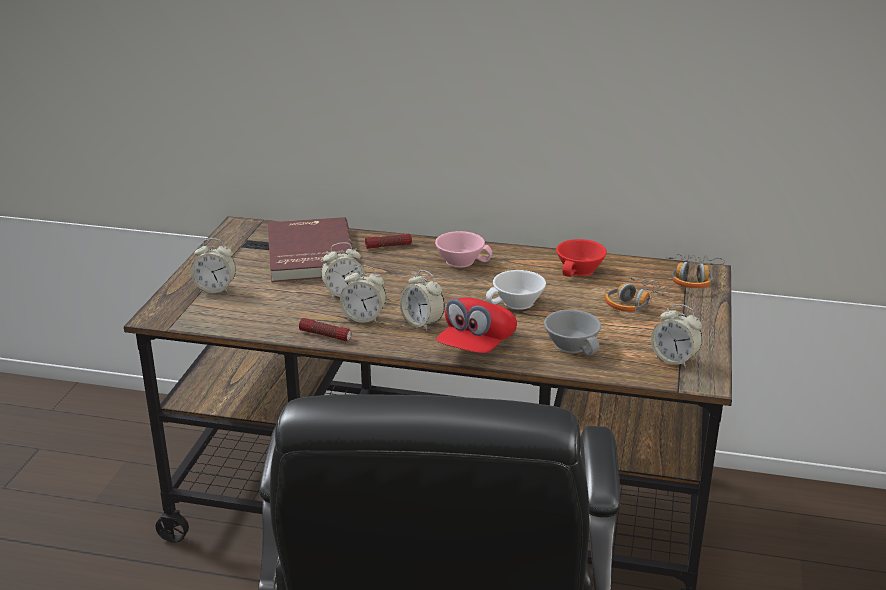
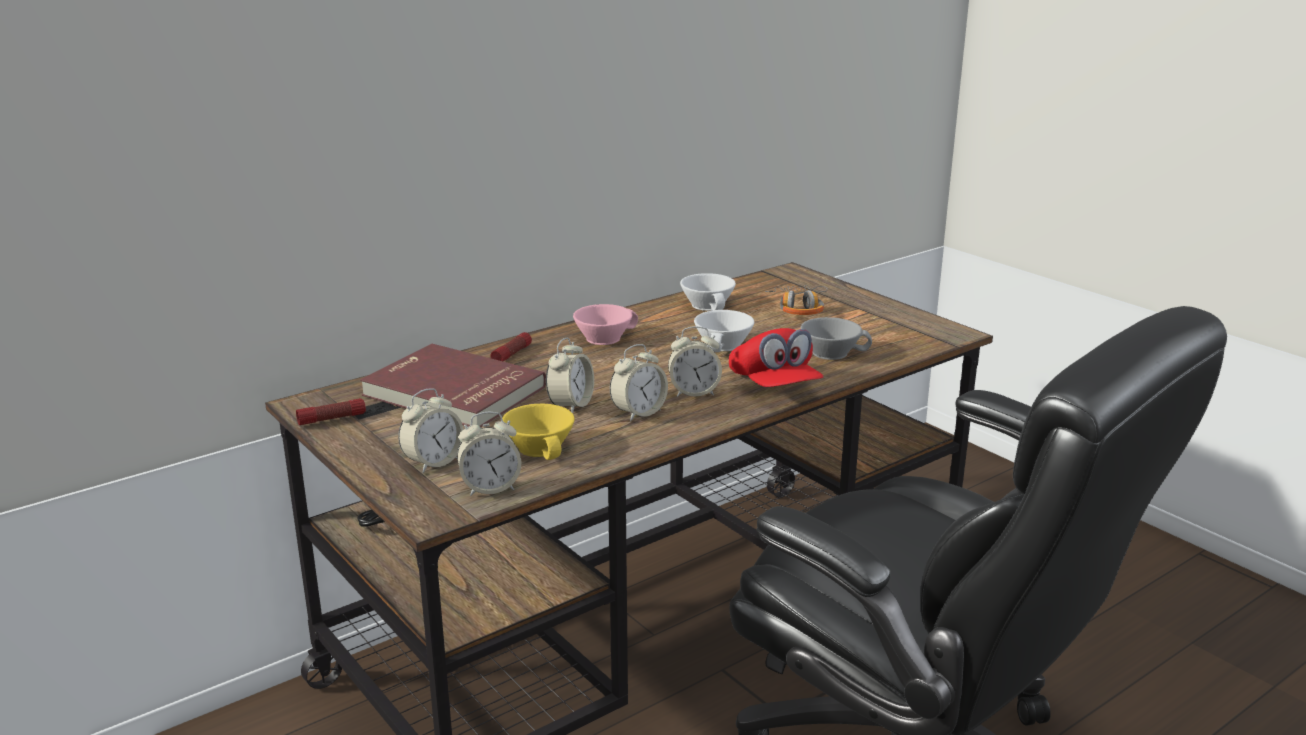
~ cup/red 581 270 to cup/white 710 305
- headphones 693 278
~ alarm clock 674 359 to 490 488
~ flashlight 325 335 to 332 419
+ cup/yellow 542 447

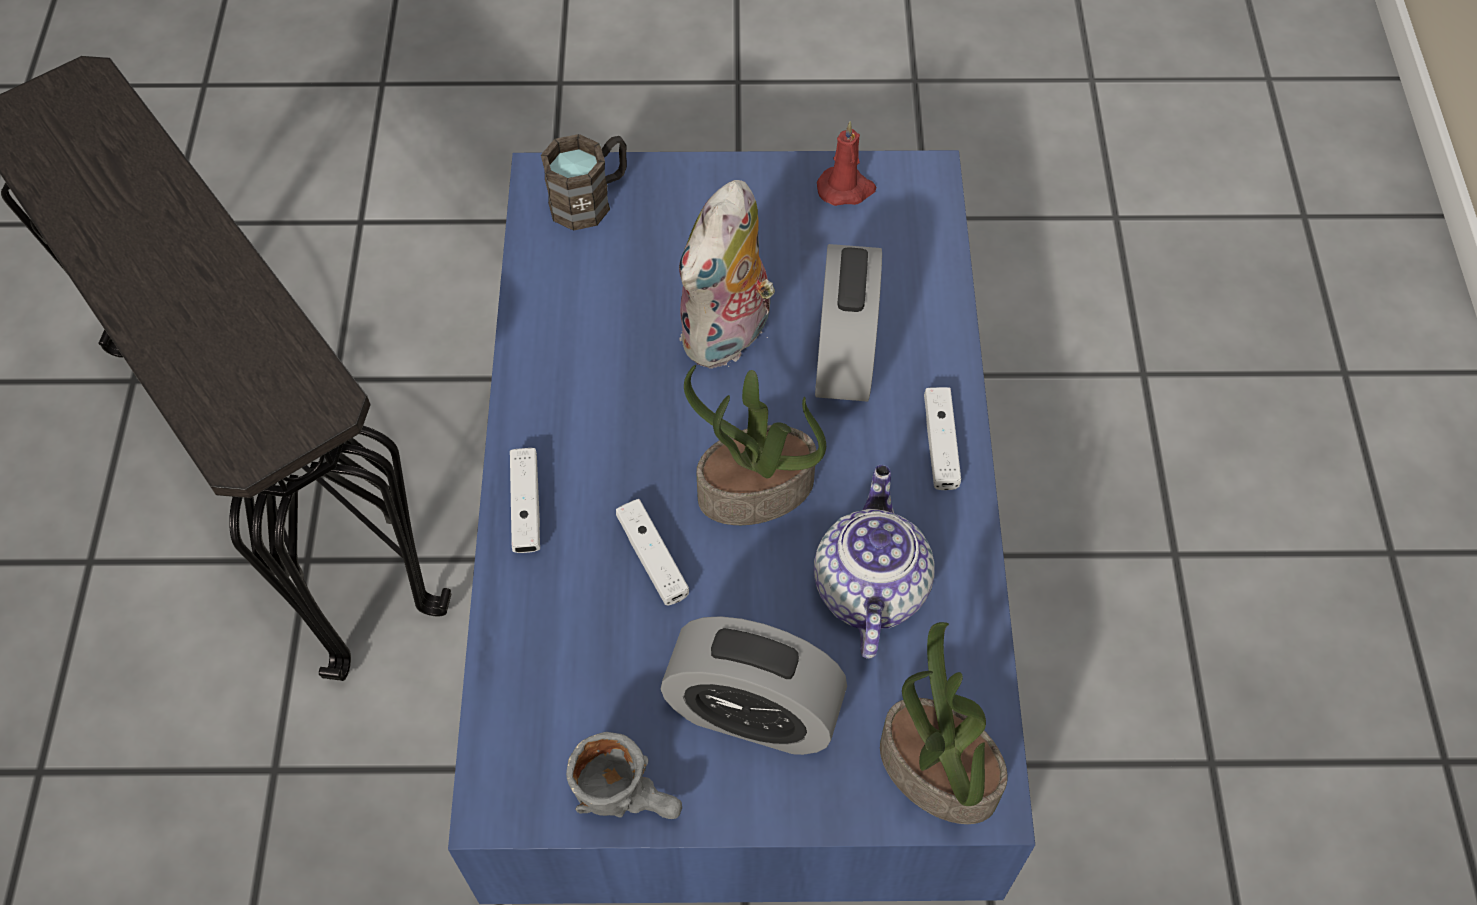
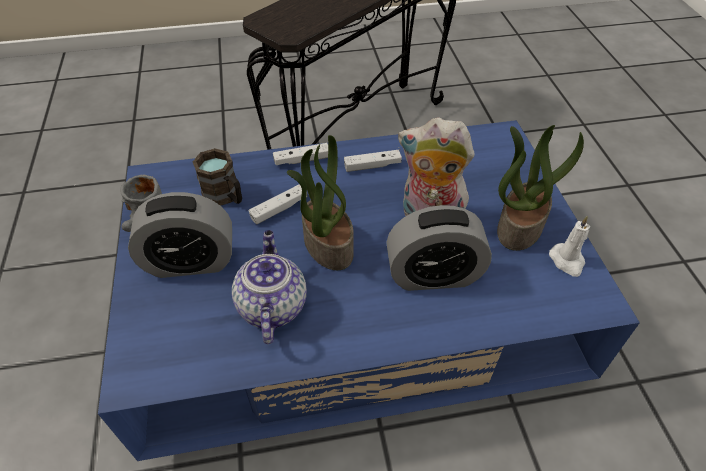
~ candle/red 846 189 to candle/white 567 261
~ mug/brown 591 199 to 225 197
~ game controller/white 940 444 to 372 166
~ teapot 868 586 = 271 305 90 degrees counterclockwise
~ alarm clock 753 712 = 190 262 105 degrees counterclockwise
~ potted plant 935 772 to 519 226

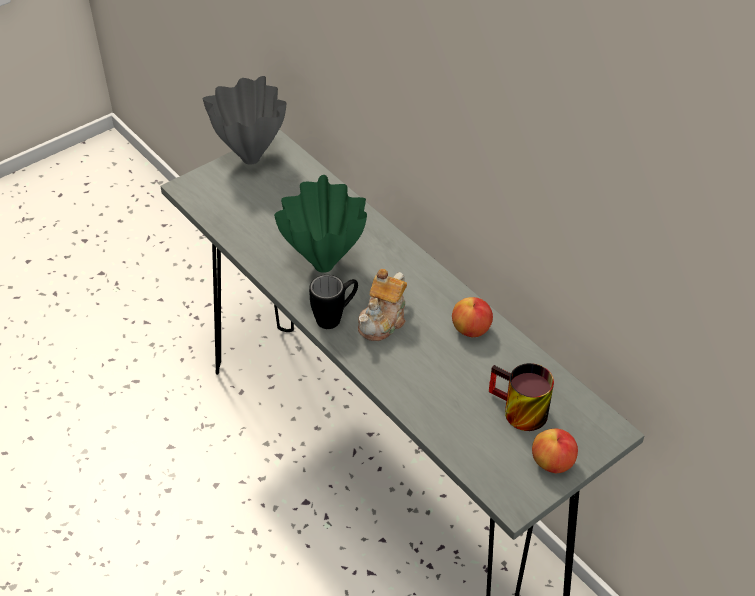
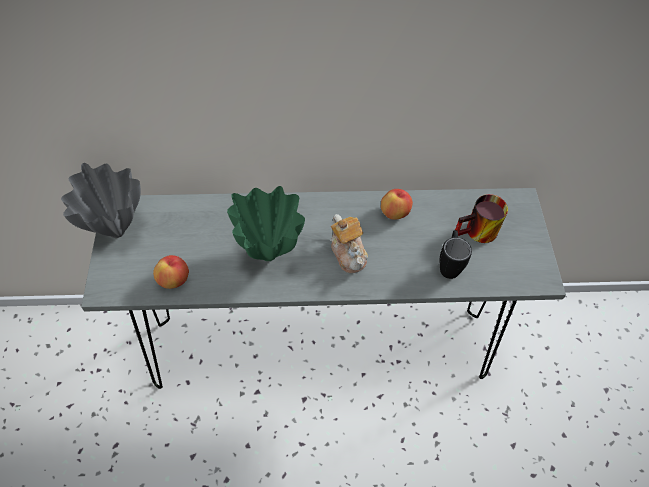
~ mug/black 335 317 to 449 264
~ apple 552 462 to 174 279

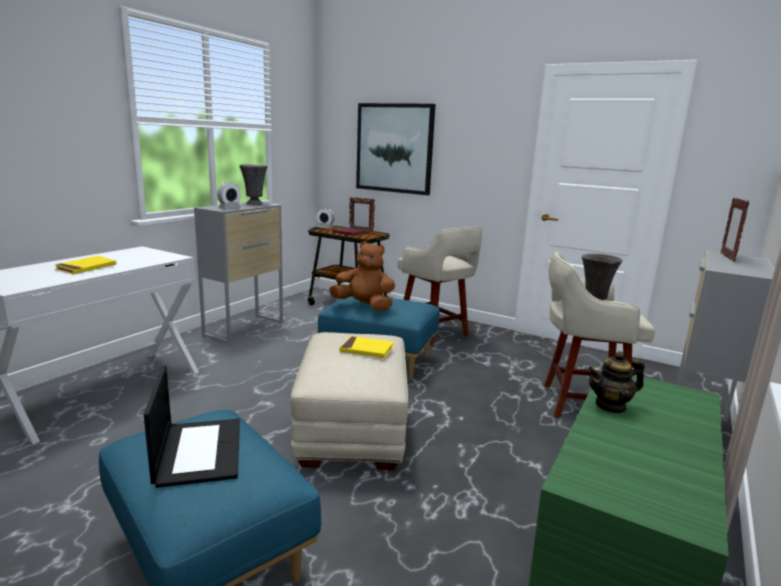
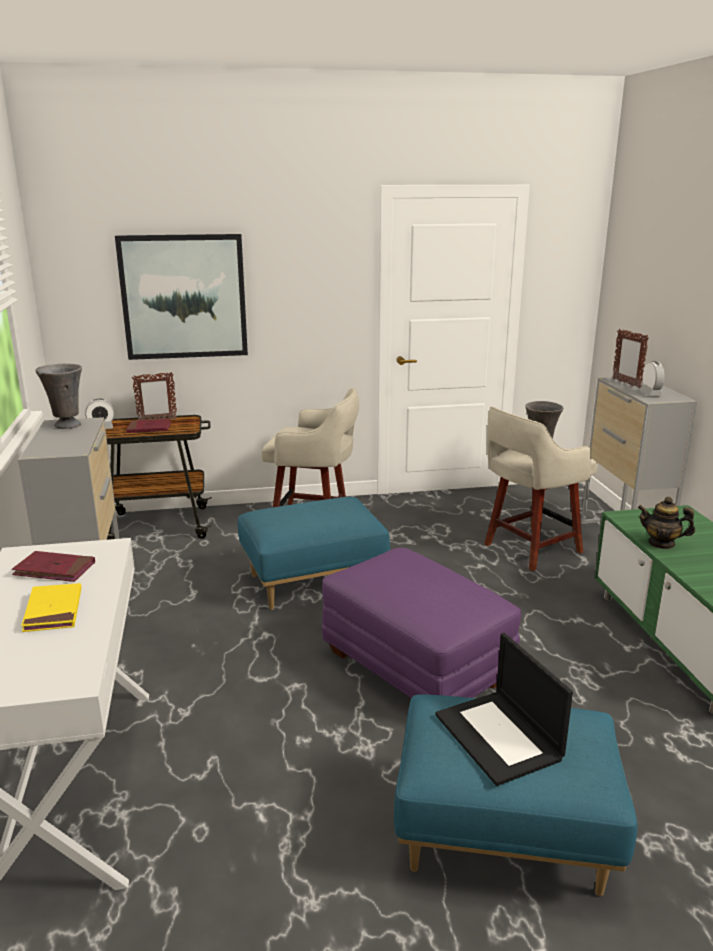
~ alarm clock 229 208 to 650 394
- plush toy/brown 364 306
~ ottoman/beige 352 429 to ottoman/purple 415 666
- book/yellow 367 349
~ teapot 611 406 = 661 543 75 degrees clockwise
~ laptop 198 451 = 499 737 150 degrees counterclockwise
+ book/red 54 570

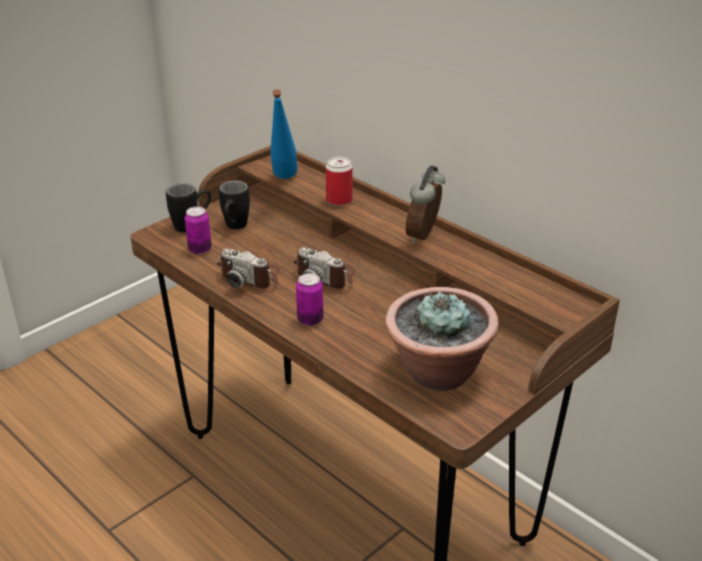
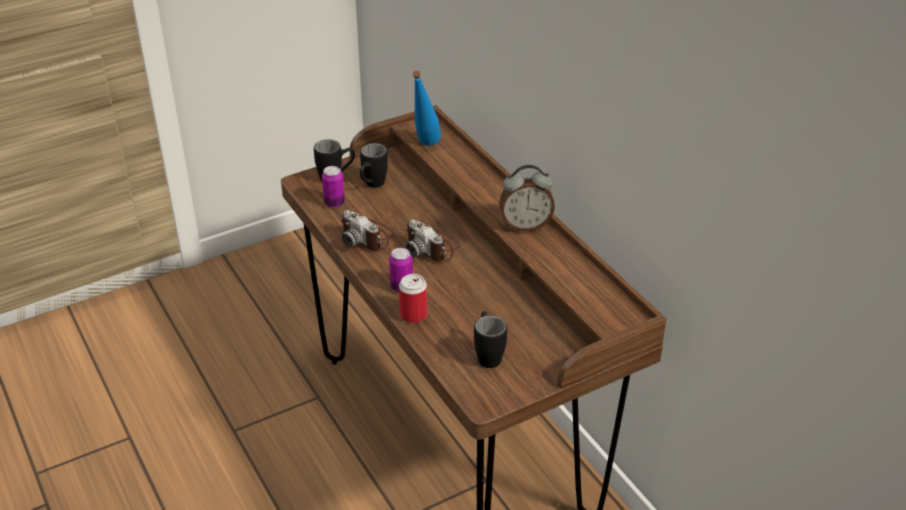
~ can 339 200 to 413 315
~ alarm clock 424 236 = 525 225 135 degrees counterclockwise
~ potted plant 438 373 to mug/black 487 354

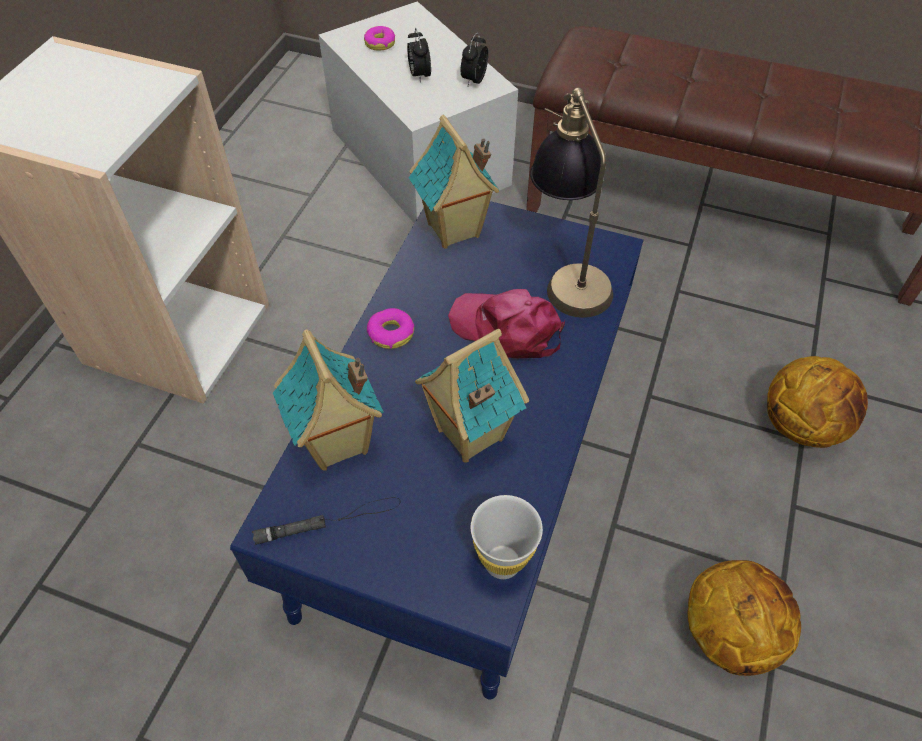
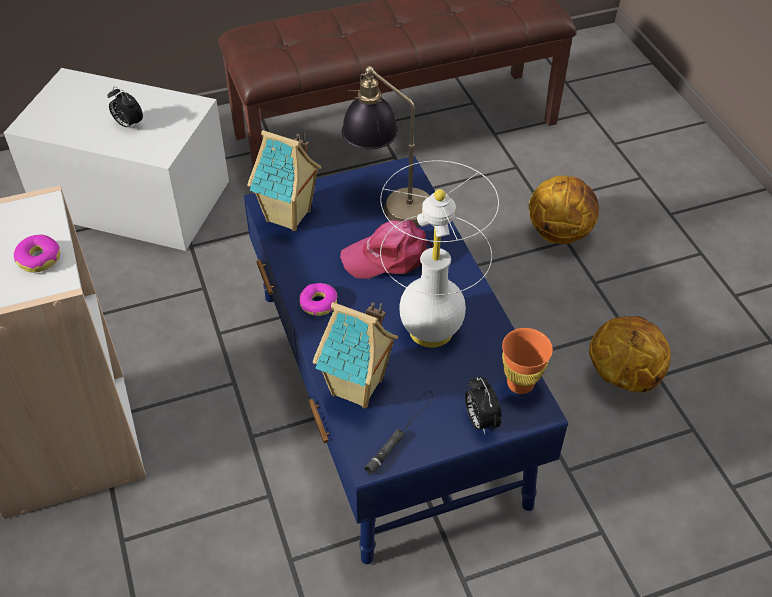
~ donut 380 43 to 39 258
~ alarm clock 473 80 to 480 421
~ toy house 468 434 to table lamp/white 430 331
~ cup/white 502 562 to cup/orange 520 384

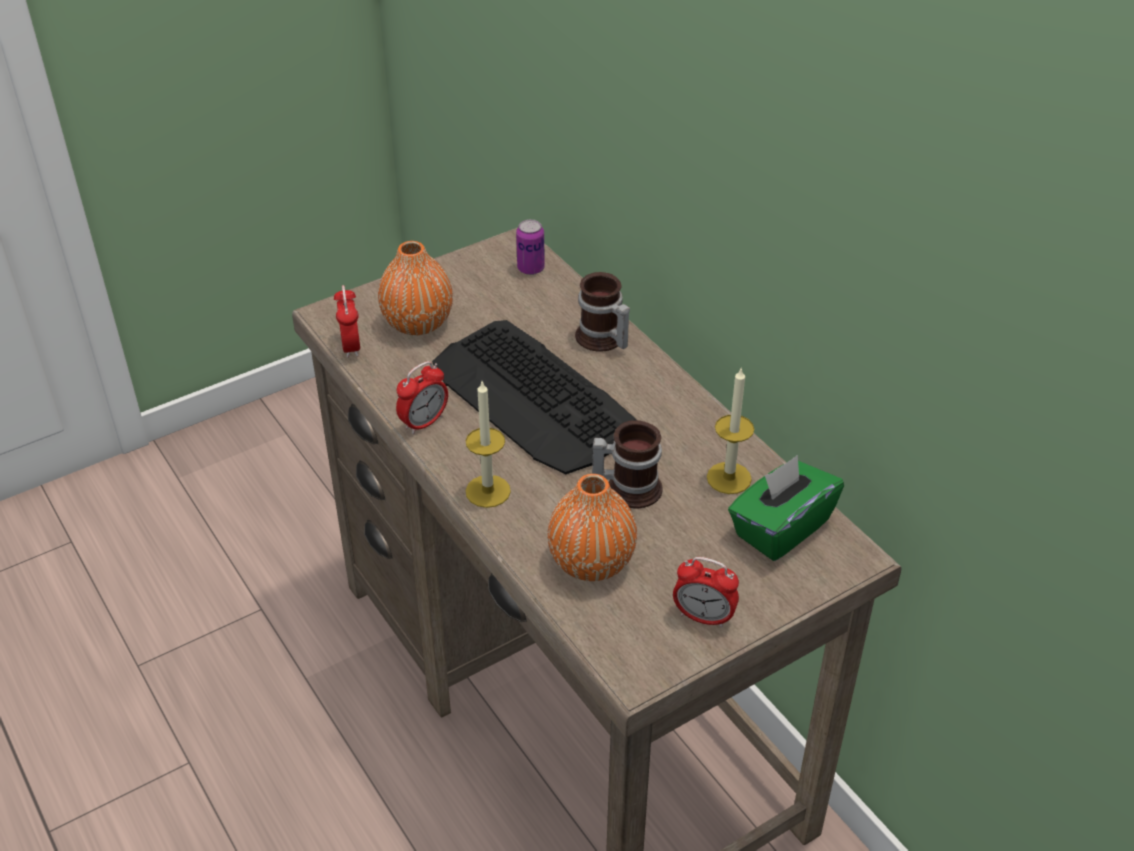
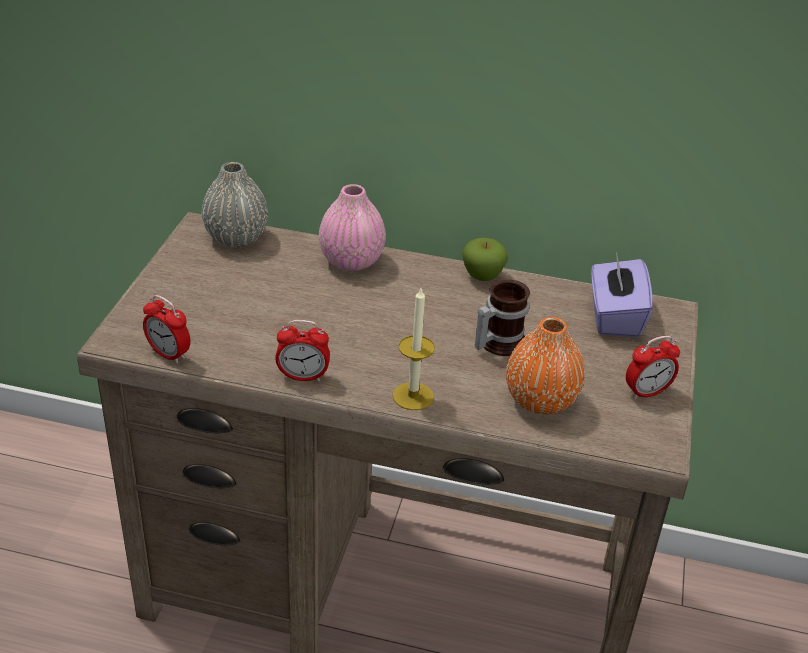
~ can 530 268 to vase/grey 236 238
- vase/orange 418 323
~ mug 601 340 to vase/pink 351 261
- keyboard 533 398
~ alarm clock 424 422 = 303 377 90 degrees clockwise
- candle 729 478
~ tissue box/green 780 528 to tissue box/purple 614 317
+ apple 482 277

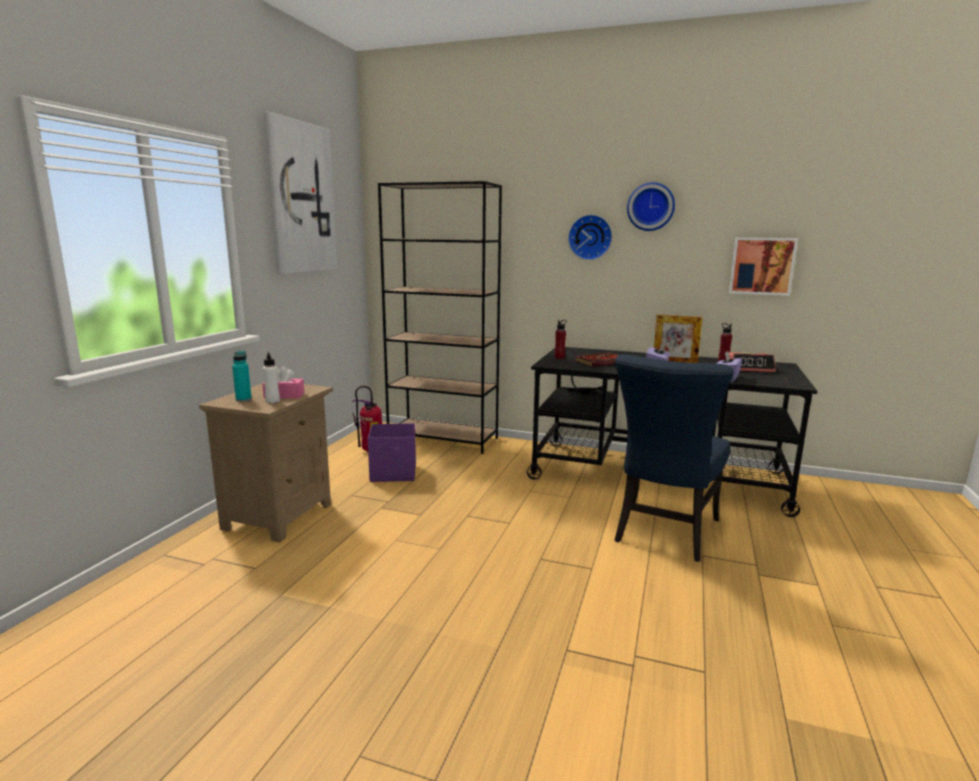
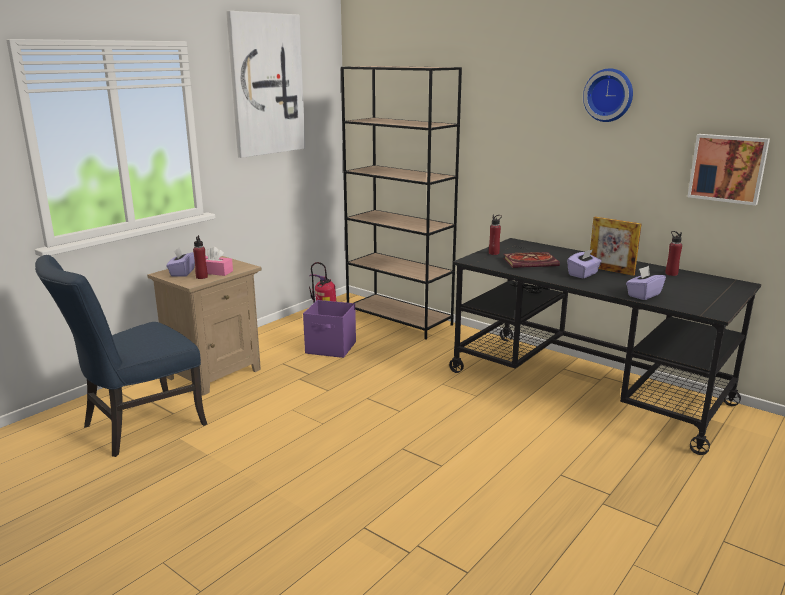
- wall clock 590 237
~ bottle/turquoise 243 399 to tissue box/purple 182 273
~ bottle/white 272 401 to bottle/red 201 277
- alarm clock 749 368
~ chair/blue 663 533 to 136 426

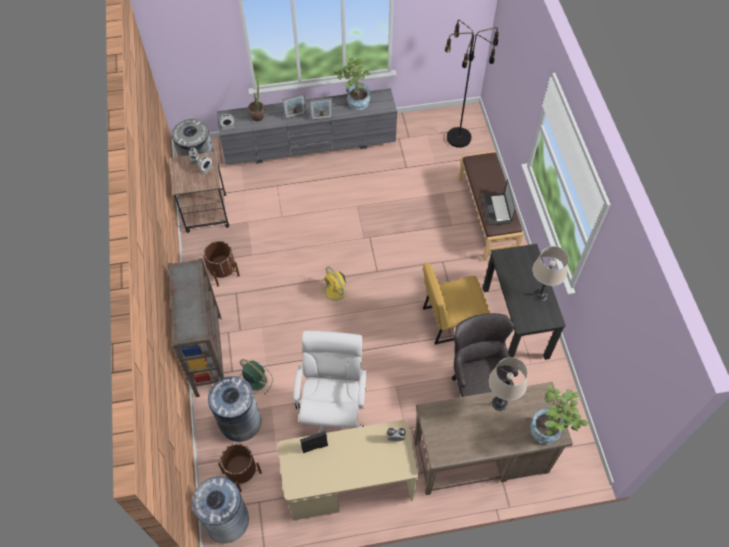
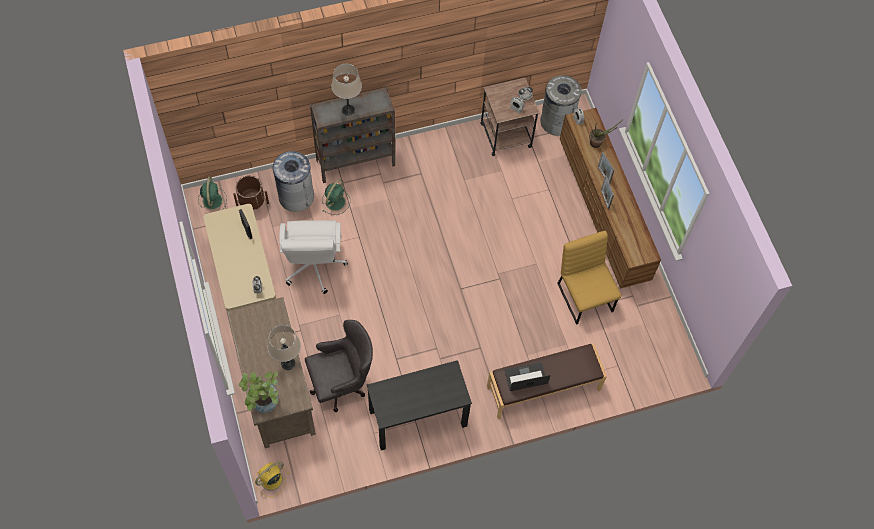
- floor lamp 458 138
- potted plant 354 102
~ cabinet/grey 310 147 to cabinet/brown 603 212
- planter/brown 223 272
~ table lamp/beige 540 295 to 348 110
~ chair/yellow 451 320 to 584 295
~ fan/yellow 336 292 to 270 480
~ office chair/white 332 408 = 314 265 90 degrees clockwise
~ trash can/grey 227 520 to fan/green 212 200

